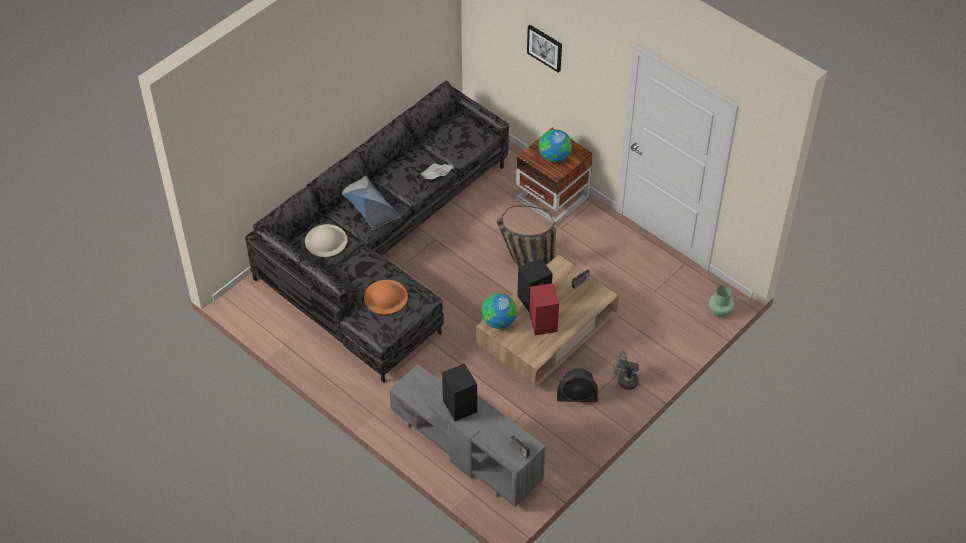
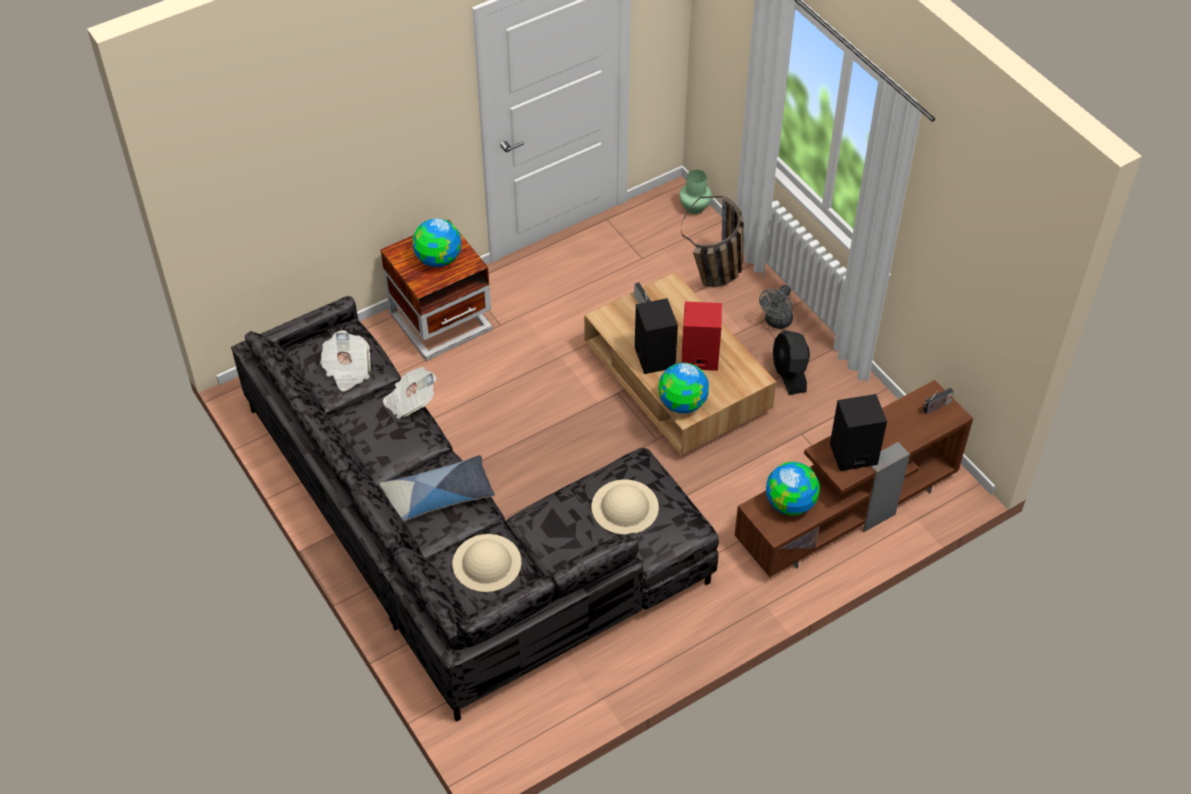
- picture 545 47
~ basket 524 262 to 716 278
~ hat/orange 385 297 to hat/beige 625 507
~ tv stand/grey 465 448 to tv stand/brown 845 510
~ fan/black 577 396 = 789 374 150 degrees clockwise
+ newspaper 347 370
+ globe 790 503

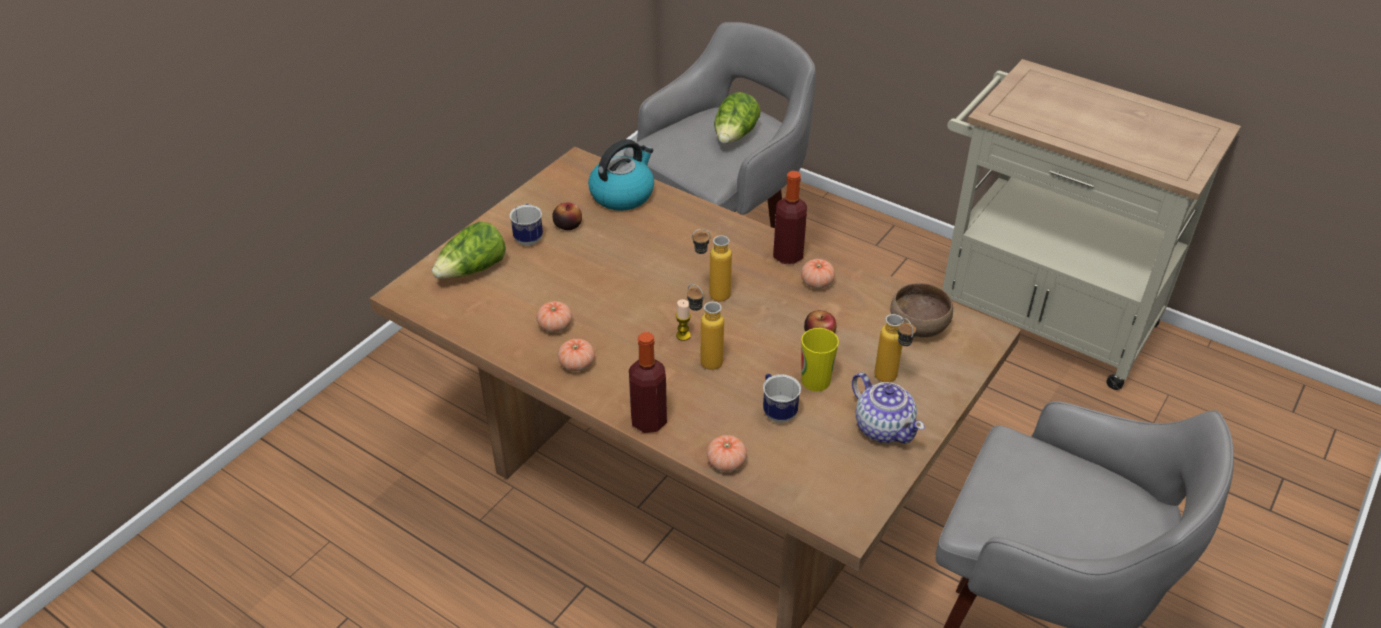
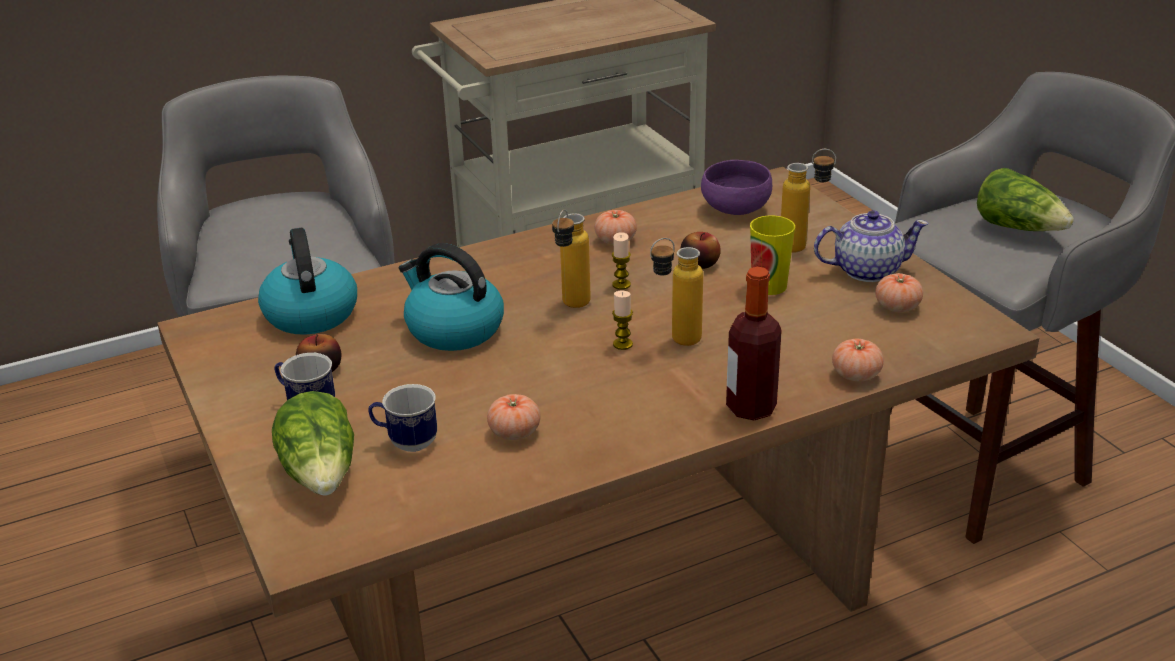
~ lettuce 735 136 to 1018 228
- bottle 788 255
~ bowl/brown 917 326 to bowl/purple 735 210
~ tomato 577 364 to 897 307
~ mug 777 410 to 406 442
+ candle 621 285
+ kettle 453 329

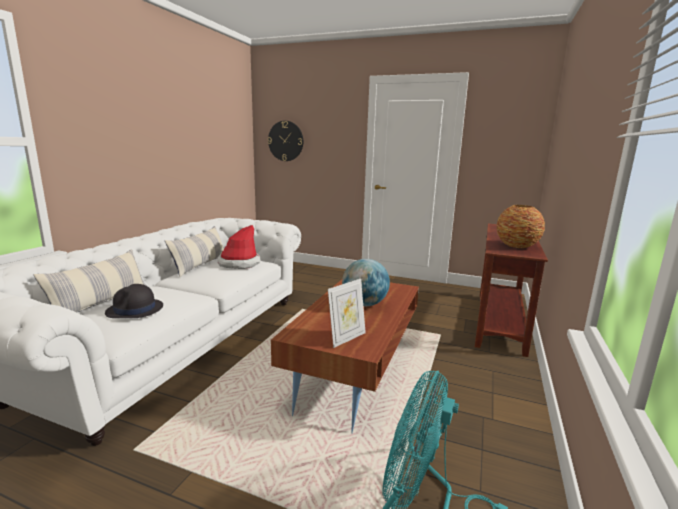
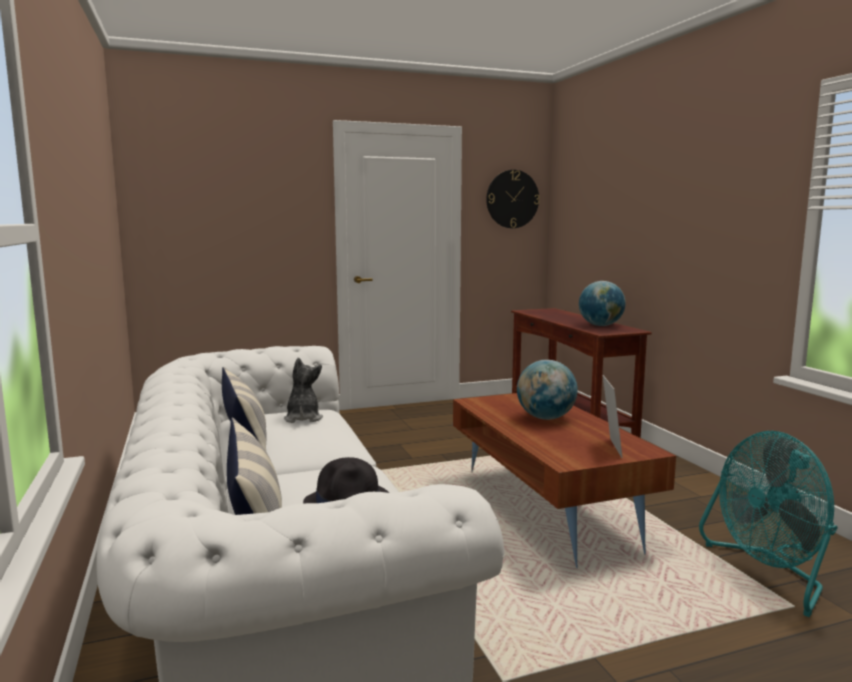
~ wall clock 285 141 to 512 199
~ vase 517 246 to globe 601 325
~ hat 239 263 to plush toy 303 418

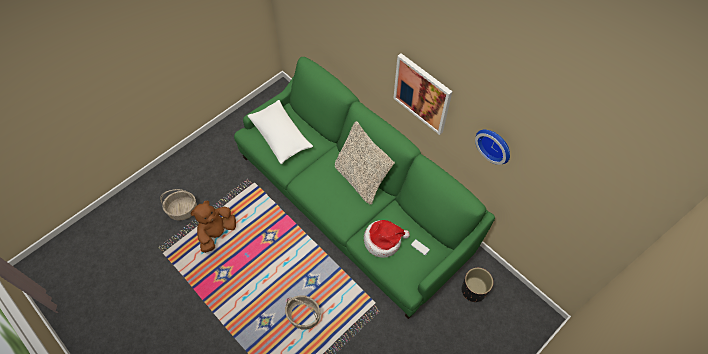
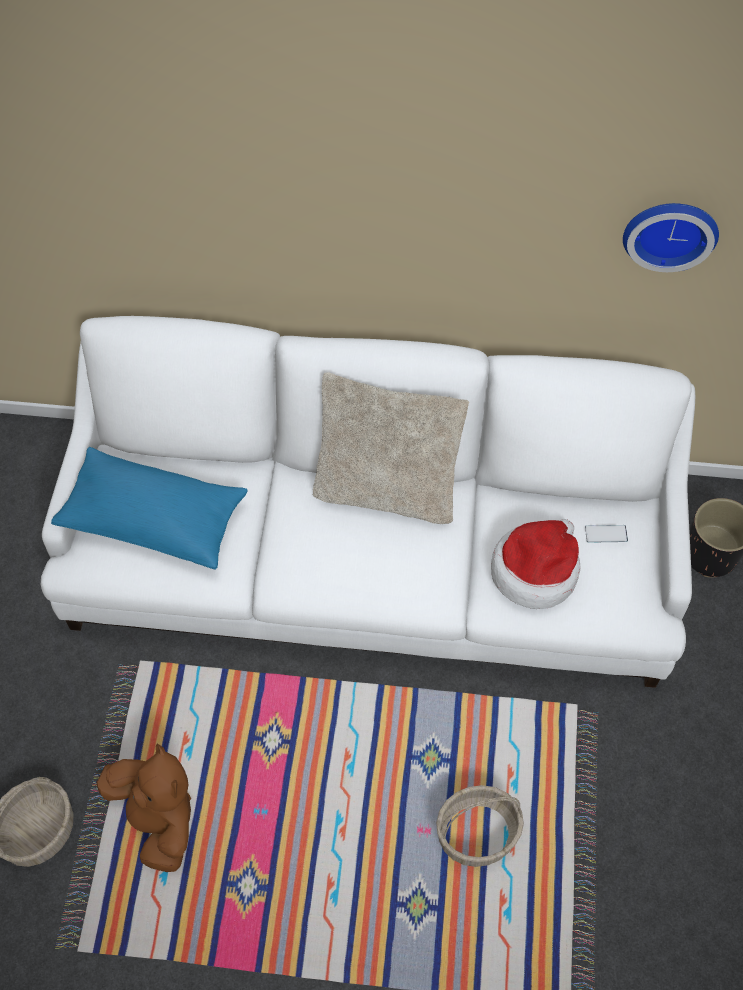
- picture 422 93
~ sofa/green 354 203 to sofa/white 373 557
~ pillow/white 281 136 to pillow/blue 154 519
~ plush toy/brown 217 233 = 158 818 150 degrees clockwise

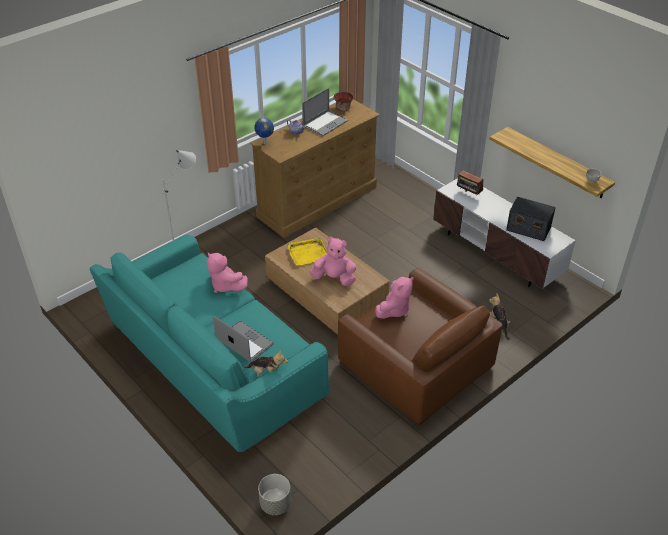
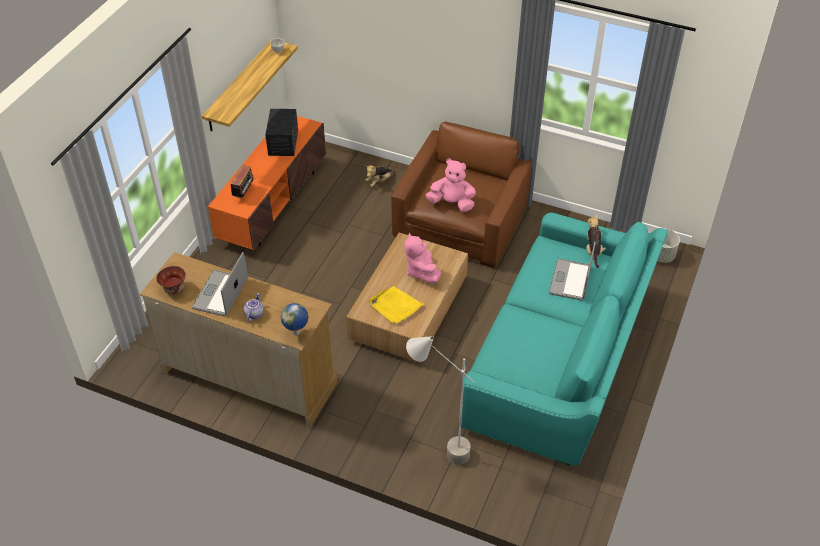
~ laptop 325 123 = 220 293 90 degrees counterclockwise
~ tv stand/white 496 253 to tv stand/orange 273 203
- plush toy/pink 225 285

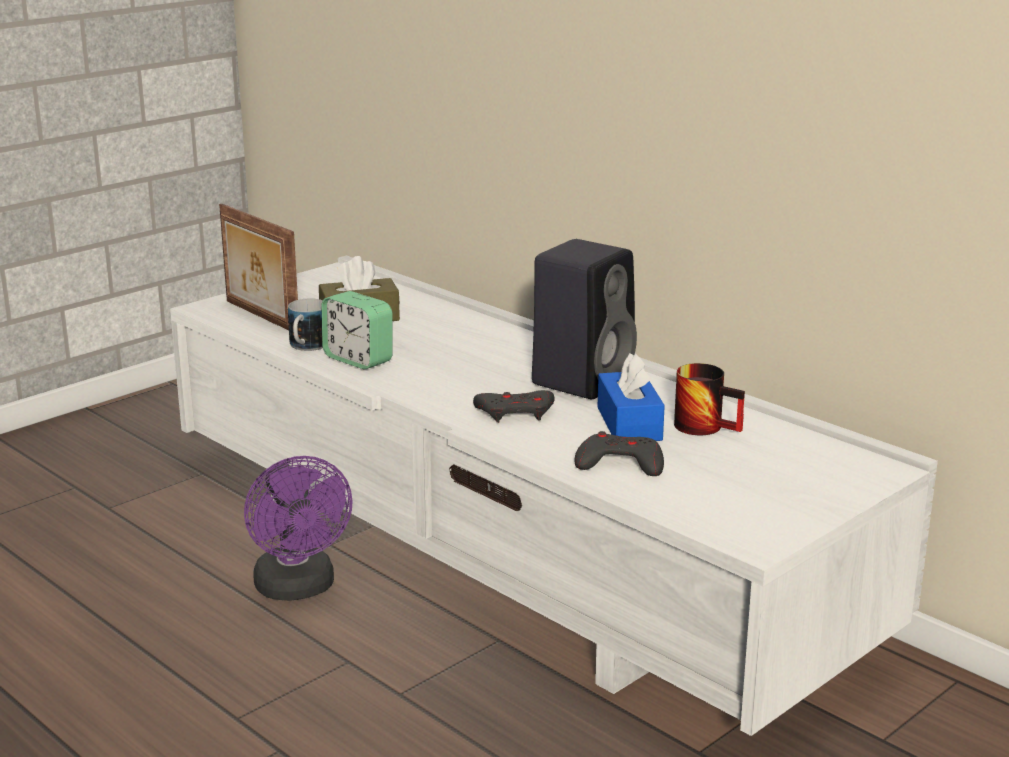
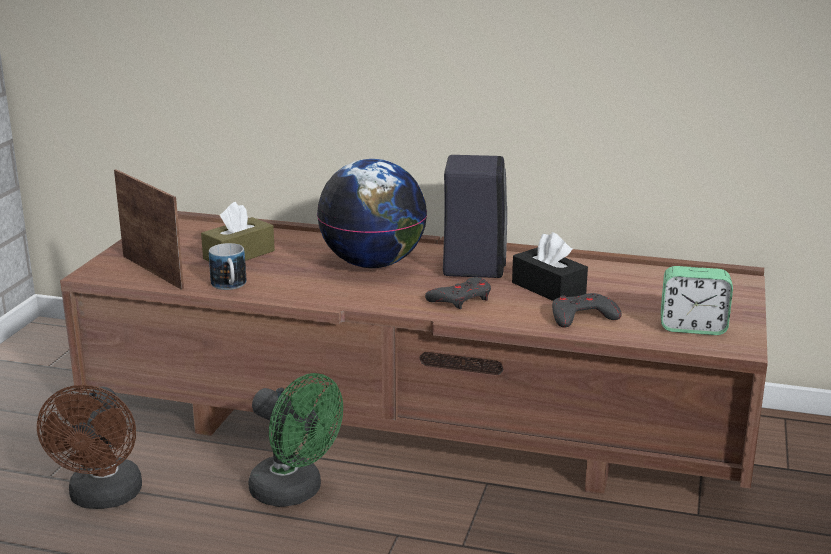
~ picture frame 260 317 = 154 271 150 degrees counterclockwise
~ tv stand/white 507 548 to tv stand/brown 417 415
~ alarm clock 358 359 to 693 327
~ tissue box/blue 629 424 to tissue box/black 548 288
- mug 707 426
~ fan/purple 298 589 to fan/green 295 492
+ globe 373 264
+ fan/brown 103 498

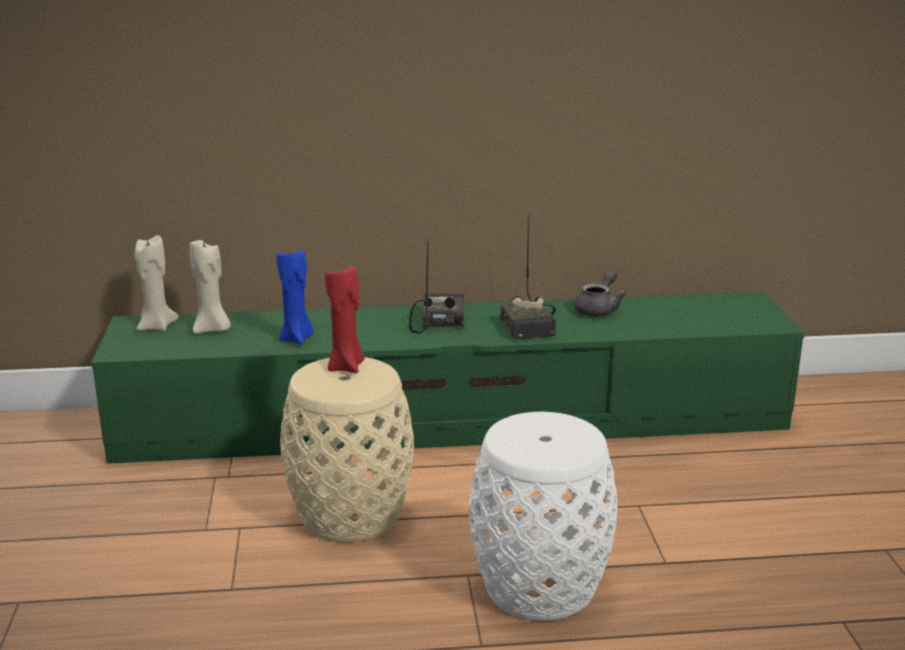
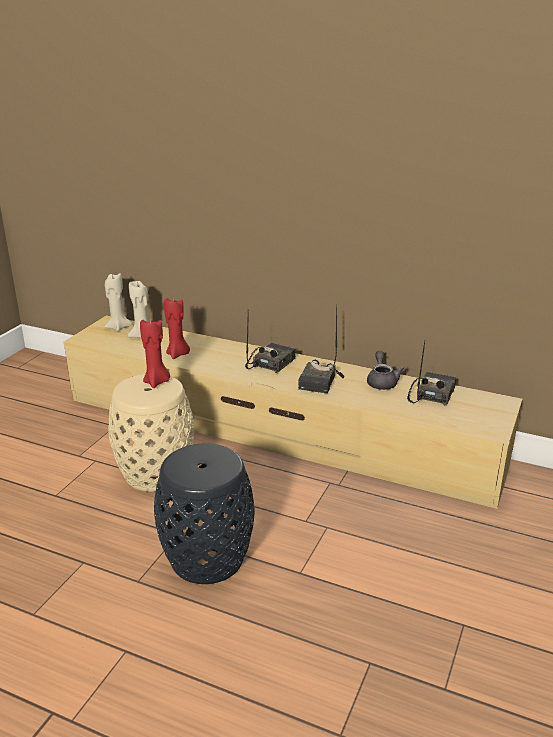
~ candle/blue 297 338 to candle/red 178 354
~ teapot/grey 599 309 = 382 381 60 degrees counterclockwise
~ tv stand/green 452 420 to tv stand/beige 276 430
~ stool/white 539 588 to stool/black 207 559
+ radio 431 394

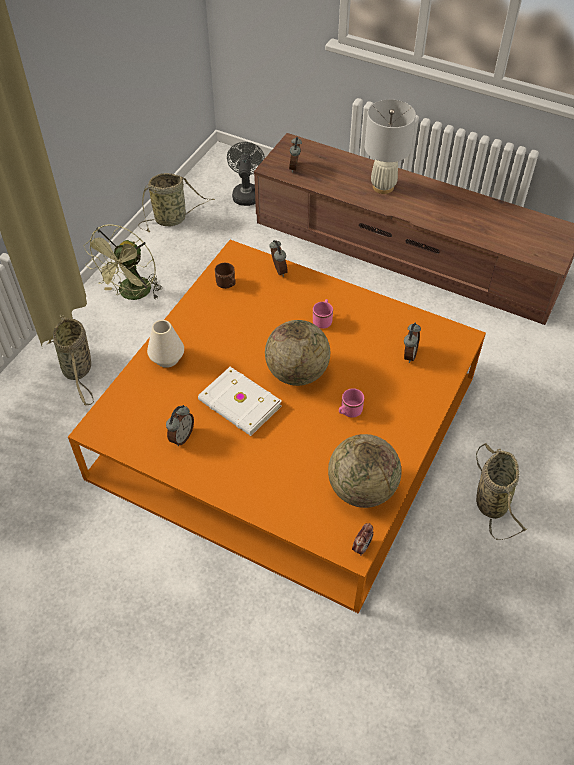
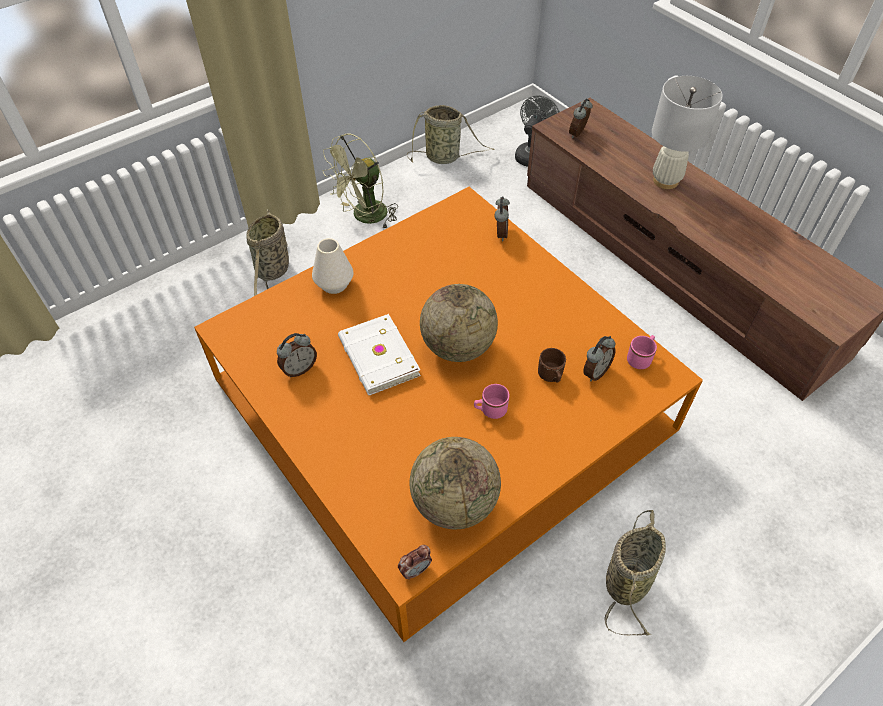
~ mug/brown 227 284 to 551 376
~ mug/pink 323 320 to 640 358

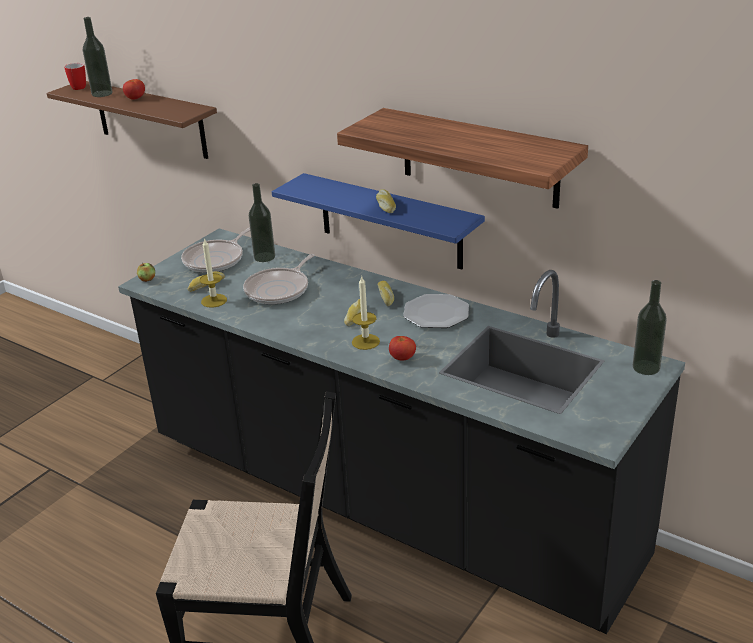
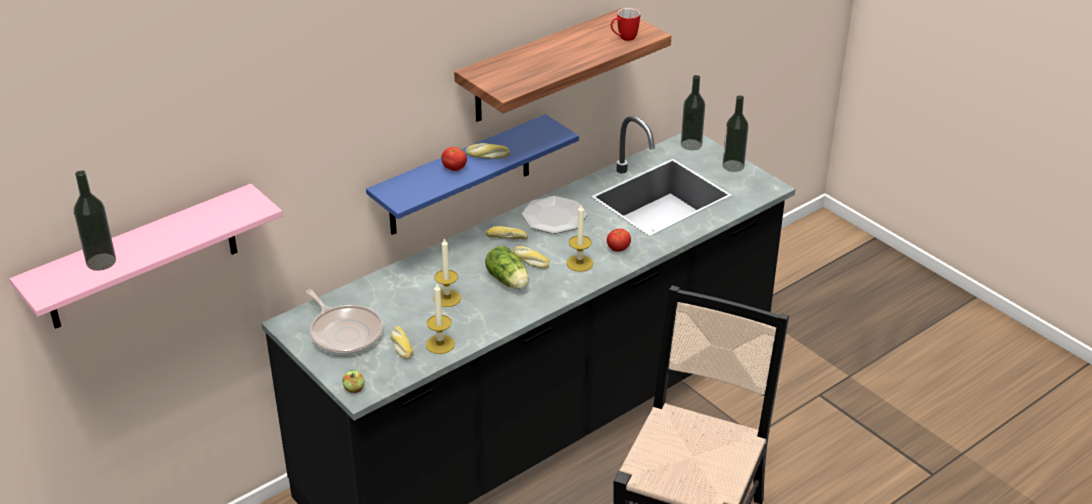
~ mug 76 87 to 623 38
~ tomato 135 98 to 454 168
~ shelf/brown 150 119 to shelf/pink 142 258
~ bottle 264 257 to 733 166
~ frying pan 279 289 to candle 447 298
+ lettuce 509 282

